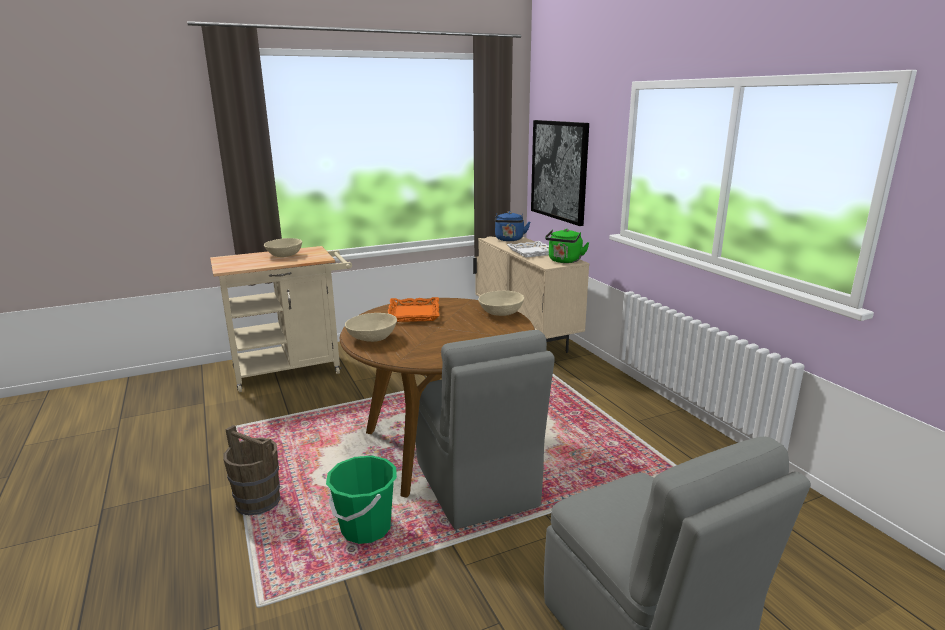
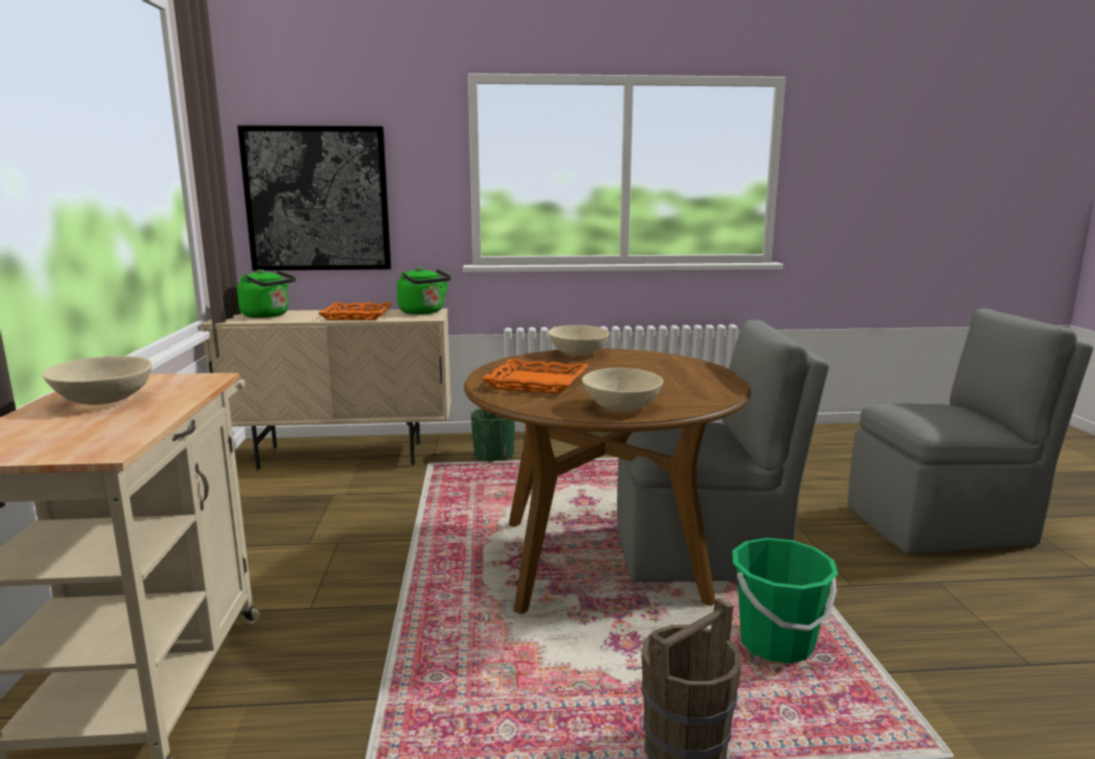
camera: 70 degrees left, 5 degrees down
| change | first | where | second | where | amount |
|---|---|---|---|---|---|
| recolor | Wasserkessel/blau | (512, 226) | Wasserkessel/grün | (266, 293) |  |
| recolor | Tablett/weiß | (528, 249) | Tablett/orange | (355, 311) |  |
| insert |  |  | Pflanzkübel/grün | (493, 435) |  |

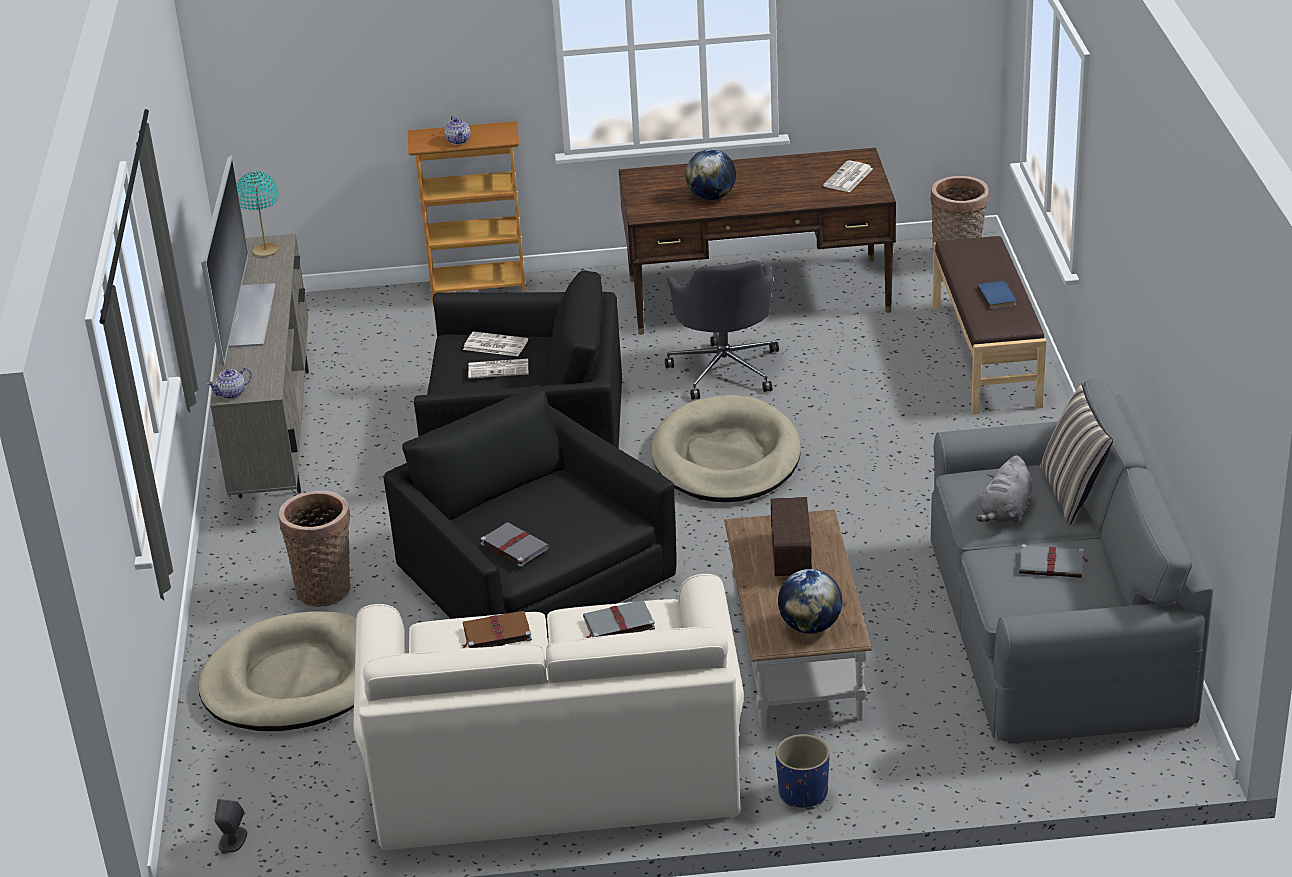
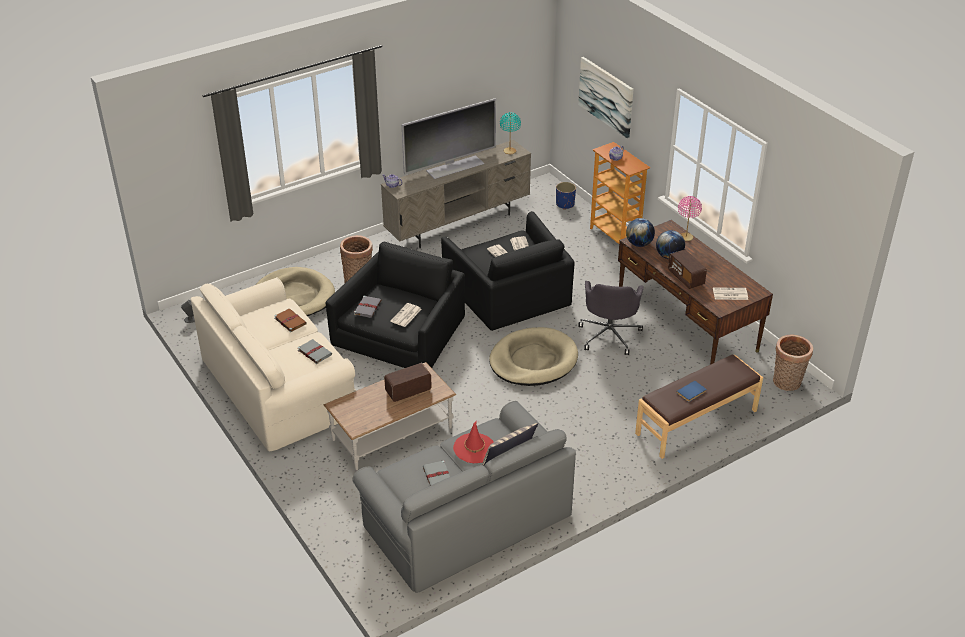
camera: 60 degrees right, 5 degrees up
| change | first | where | second | where | amount |
|---|---|---|---|---|---|
| rotate | Bürostuhl/grau | (722, 330) |  | (611, 318) | 45 degrees counterclockwise |
| move | Pflanzkübel/blau | (803, 771) |  | (566, 195) |  |
| move | Globus | (810, 601) |  | (640, 232) |  |
| replace | Plüschtier/grau | (1004, 488) | Hut/rot | (473, 441) |  |
| insert |  |  | Zeitung | (406, 315) |  |
| insert |  |  | Bild | (606, 97) |  |
| insert |  |  | Radio | (687, 269) |  |
| insert |  |  | Tischlampe/rosa | (690, 218) |  |

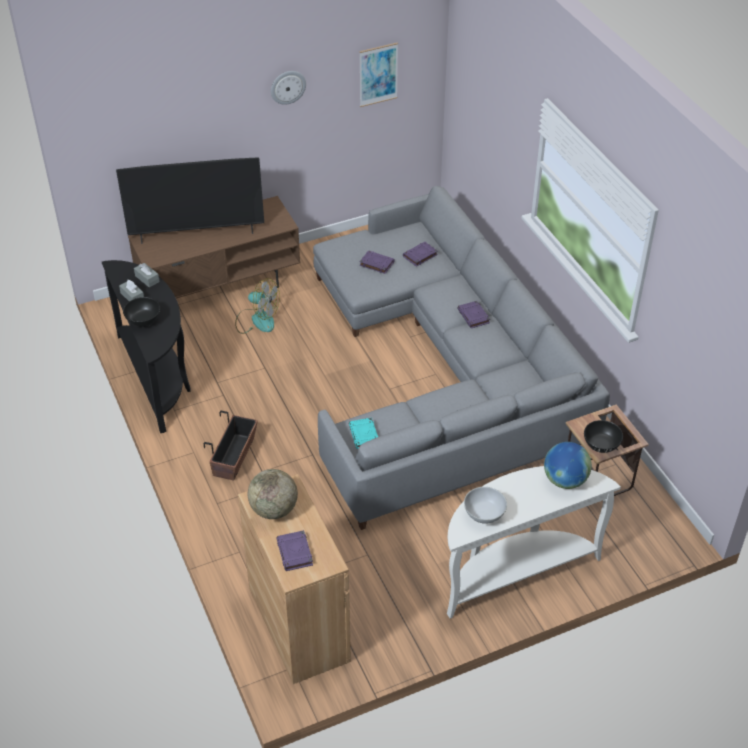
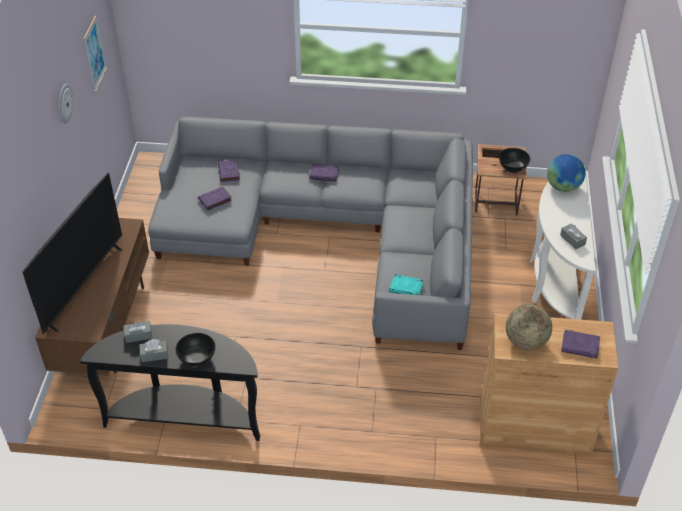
camera: 60 degrees left, 0 degrees up
| change | first | where | second | where | amount |
|---|---|---|---|---|---|
| delete | Pflanzkübel | (231, 445) |  |  |  |
| delete | Ventilator | (257, 306) |  |  |  |
| replace | Schüssel/weiß | (485, 505) | Taschentuchbox/grau | (573, 236) |  |

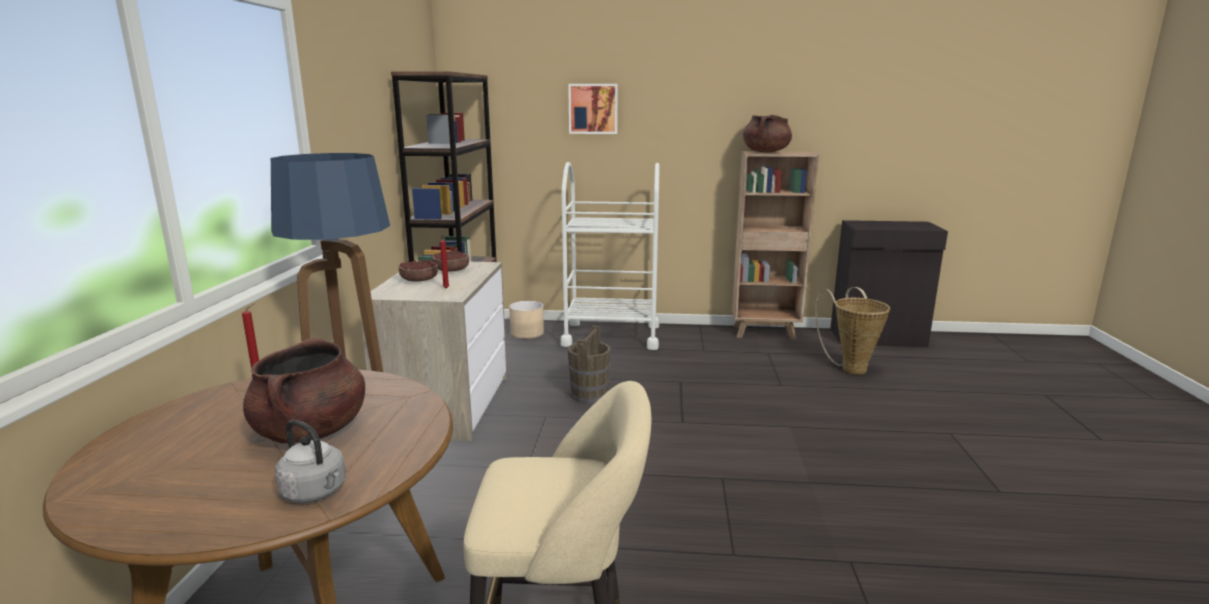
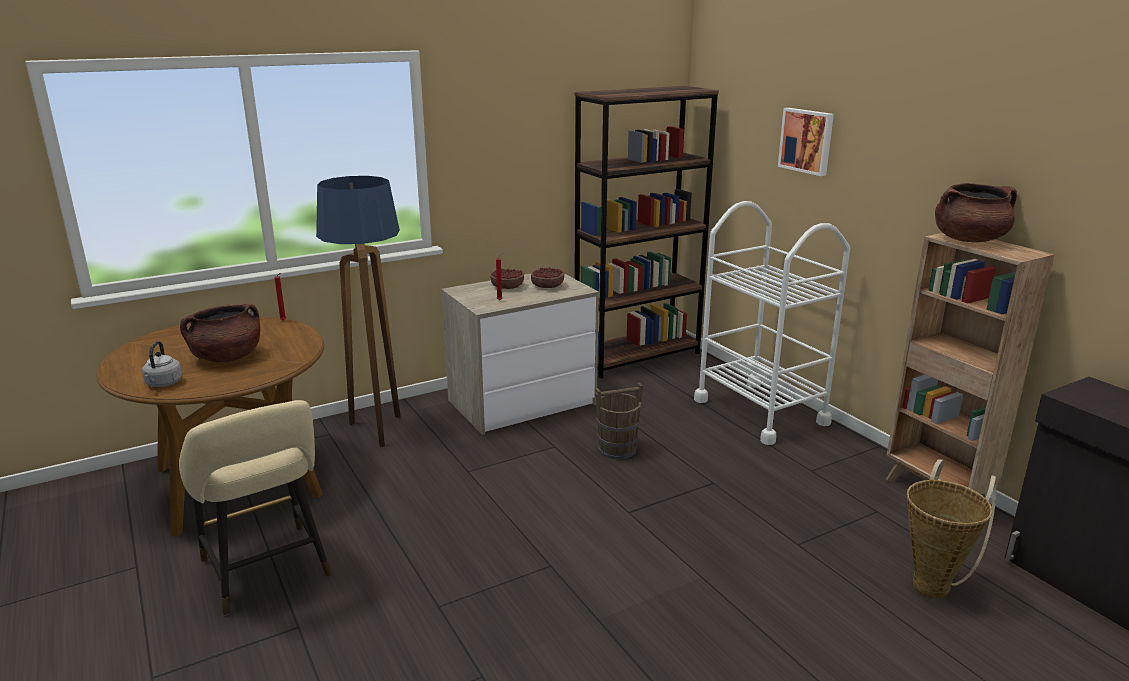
camera: 55 degrees right, 5 degrees up
| change | first | where | second | where | amount |
|---|---|---|---|---|---|
| delete | Pflanzkübel/beige | (526, 320) |  |  |  |

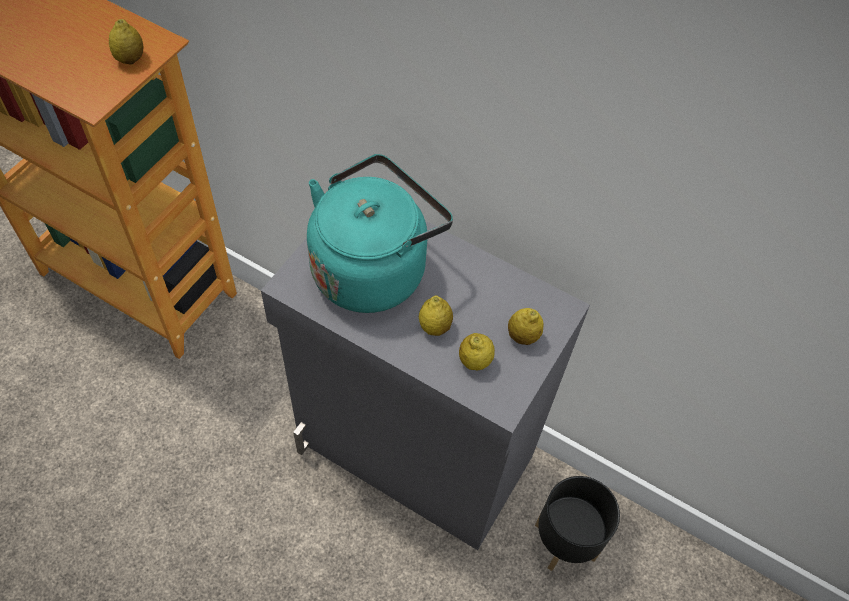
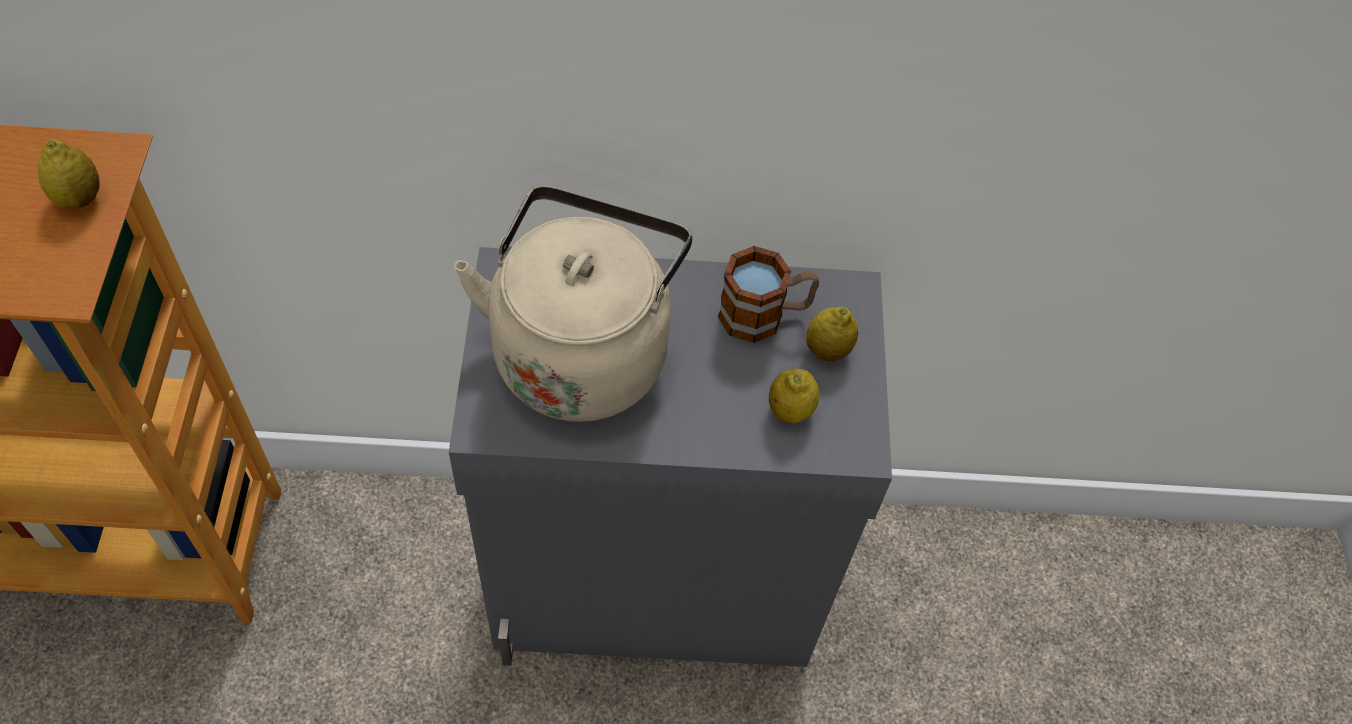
camera: 30 degrees left, 0 degrees up
| change | first | where | second | where | amount |
|---|---|---|---|---|---|
| recolor | Wasserkessel/türkis | (380, 233) | Wasserkessel/beige | (573, 304) |  |
| delete | Zitrone | (436, 316) |  |  |  |
| delete | Pflanzkübel/schwarz | (577, 523) |  |  |  |
| insert |  |  | Henkelbecher | (768, 294) |  |

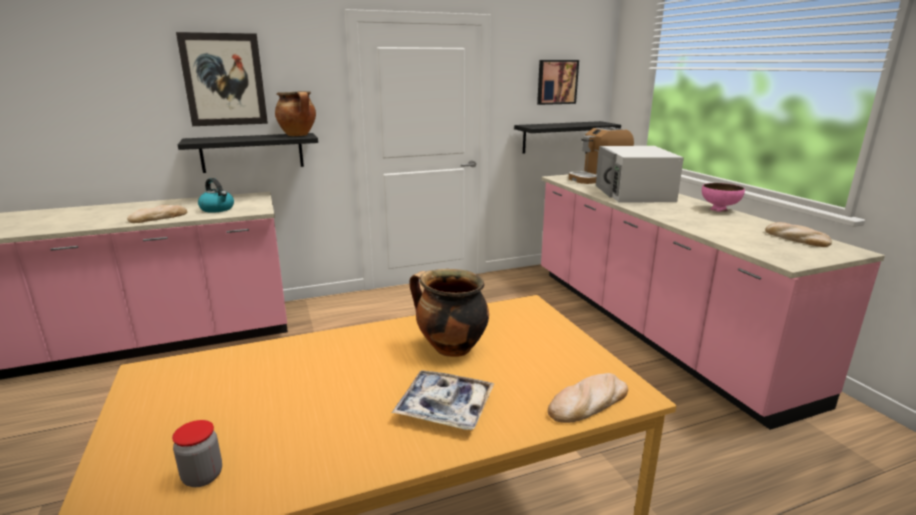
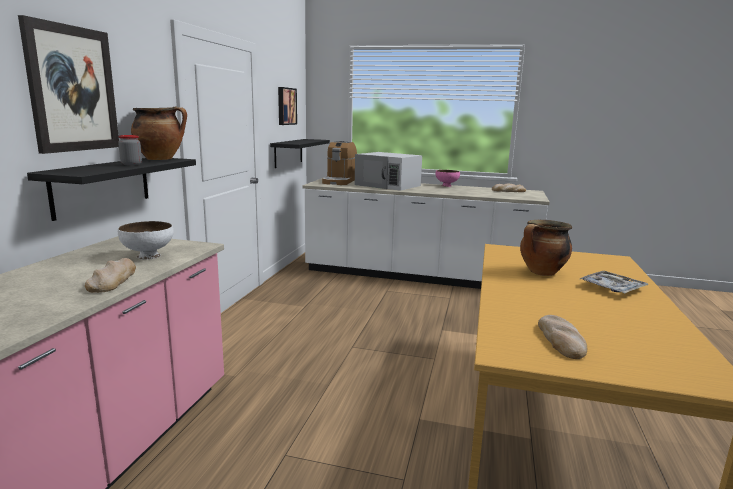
camera: 55 degrees left, 5 degrees down
| change | first | where | second | where | amount |
|---|---|---|---|---|---|
| move | Vorratsglas | (197, 453) |  | (130, 150) |  |
| replace | Wasserkessel | (216, 195) | Schüssel/weiß | (146, 240) |  |
| recolor | Küchenzeile/rosa | (713, 302) | Küchenzeile/weiß | (426, 233) |  |
| move | Brot | (588, 398) |  | (562, 337) |  |

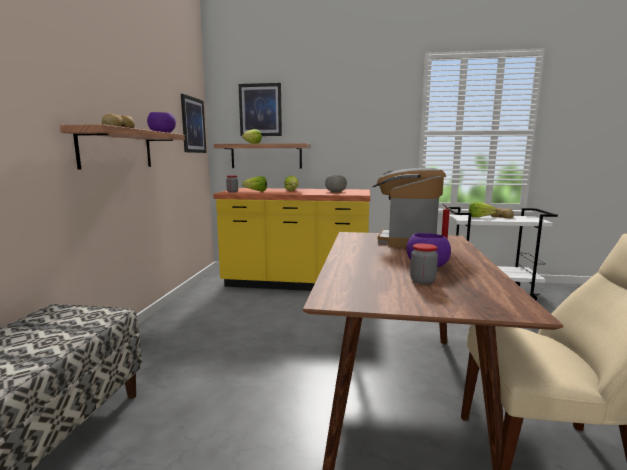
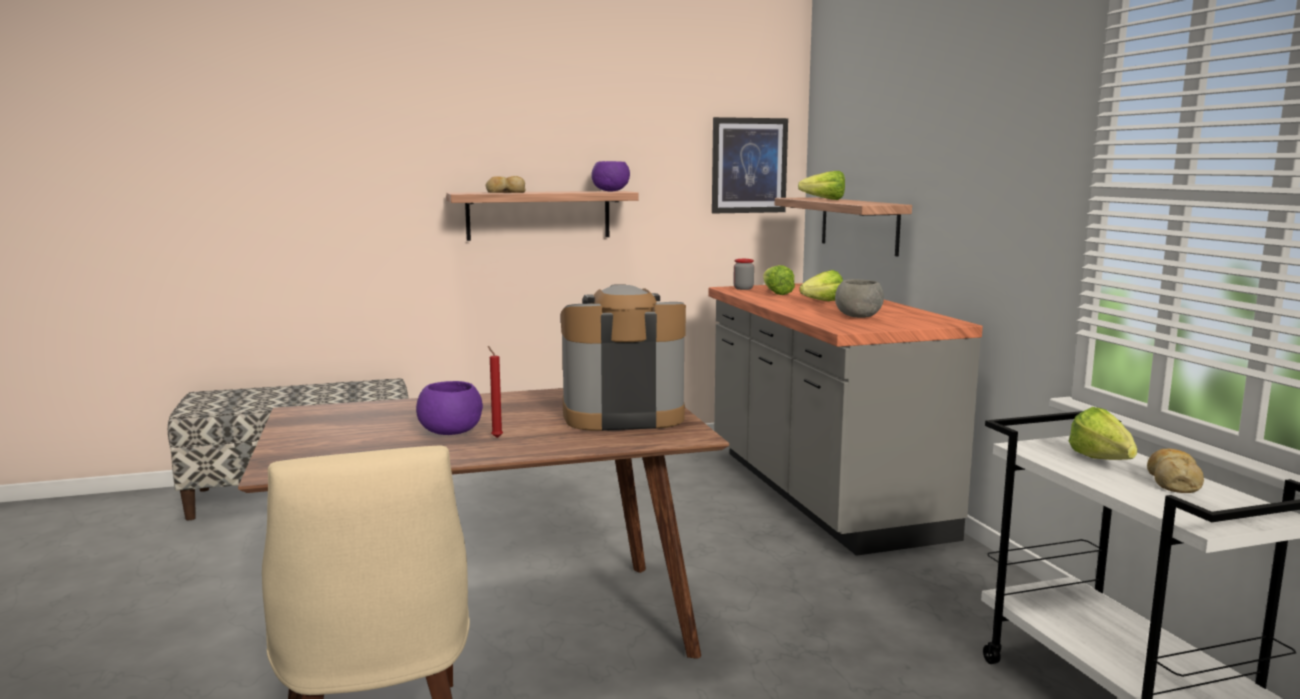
camera: 65 degrees right, 0 degrees up
| change | first | where | second | where | amount |
|---|---|---|---|---|---|
| recolor | Küchenzeile/gelb | (291, 239) | Küchenzeile/grau | (846, 419) |  |
| delete | Bild | (260, 109) |  |  |  |
| delete | Vorratsglas | (424, 263) |  |  |  |

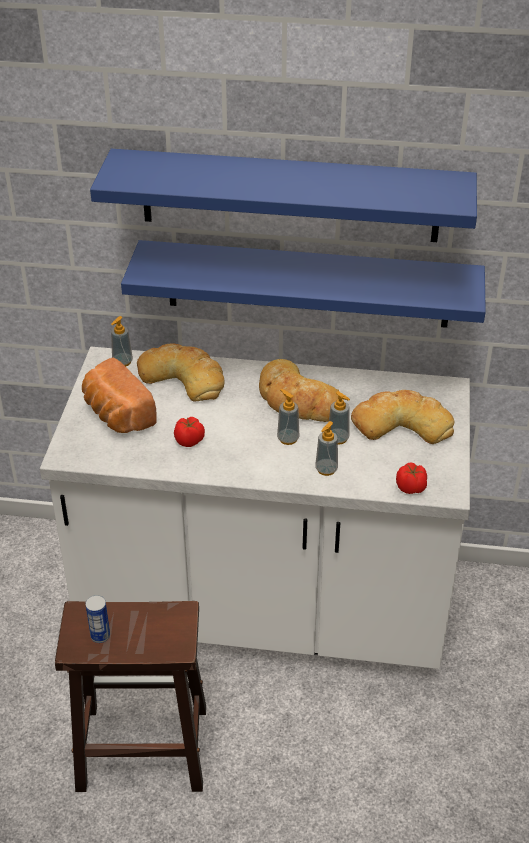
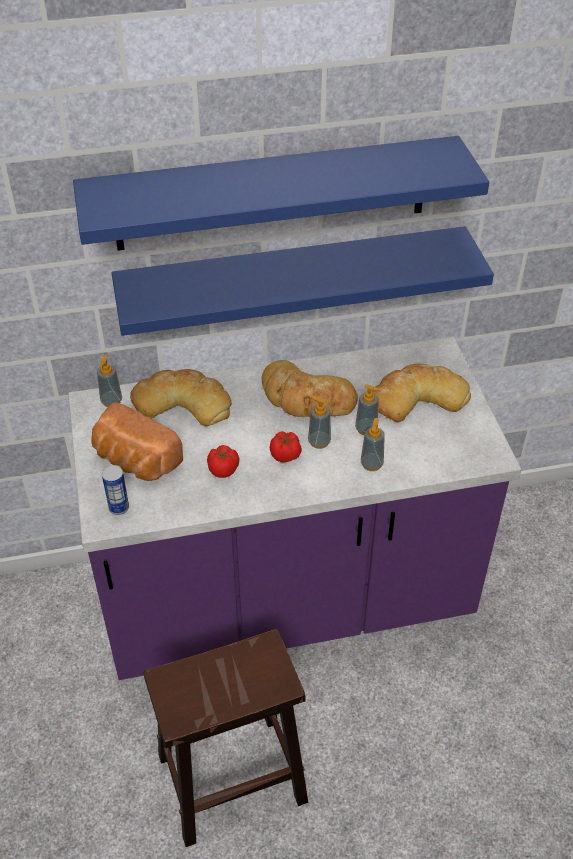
camera: 20 degrees left, 5 degrees up
| change | first | where | second | where | amount |
|---|---|---|---|---|---|
| recolor | Küchenzeile/weiß | (255, 508) | Küchenzeile/lila | (294, 508) |  |
| move | Dose | (97, 619) |  | (115, 490) |  |
| move | Tomate | (411, 478) |  | (286, 446) |  |

